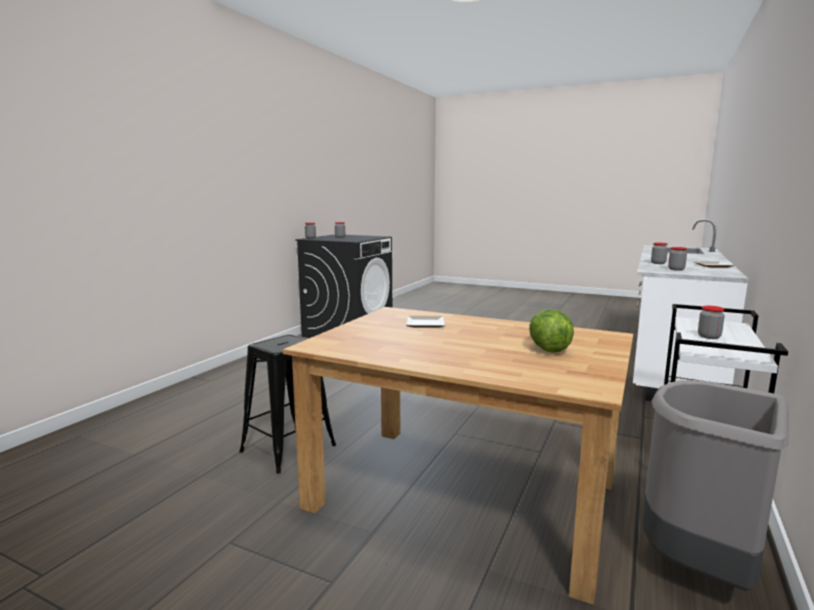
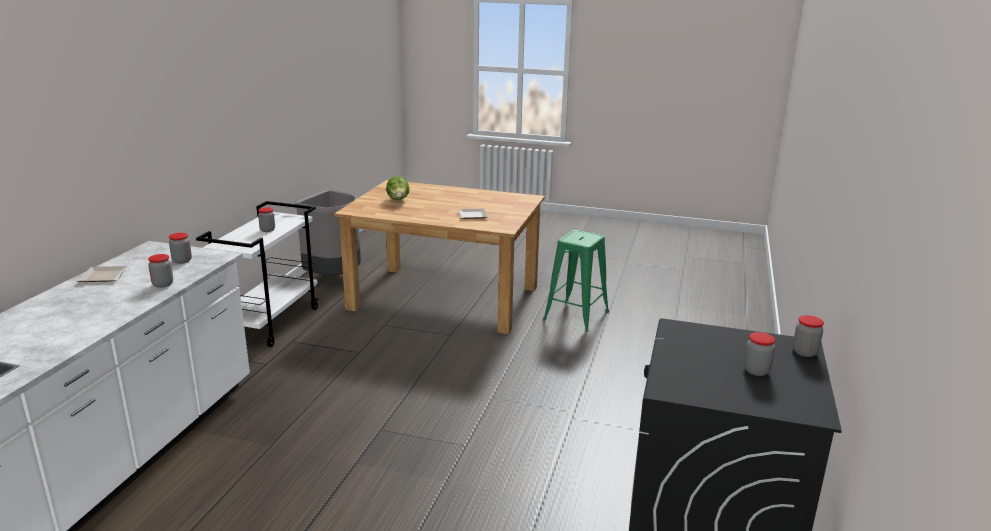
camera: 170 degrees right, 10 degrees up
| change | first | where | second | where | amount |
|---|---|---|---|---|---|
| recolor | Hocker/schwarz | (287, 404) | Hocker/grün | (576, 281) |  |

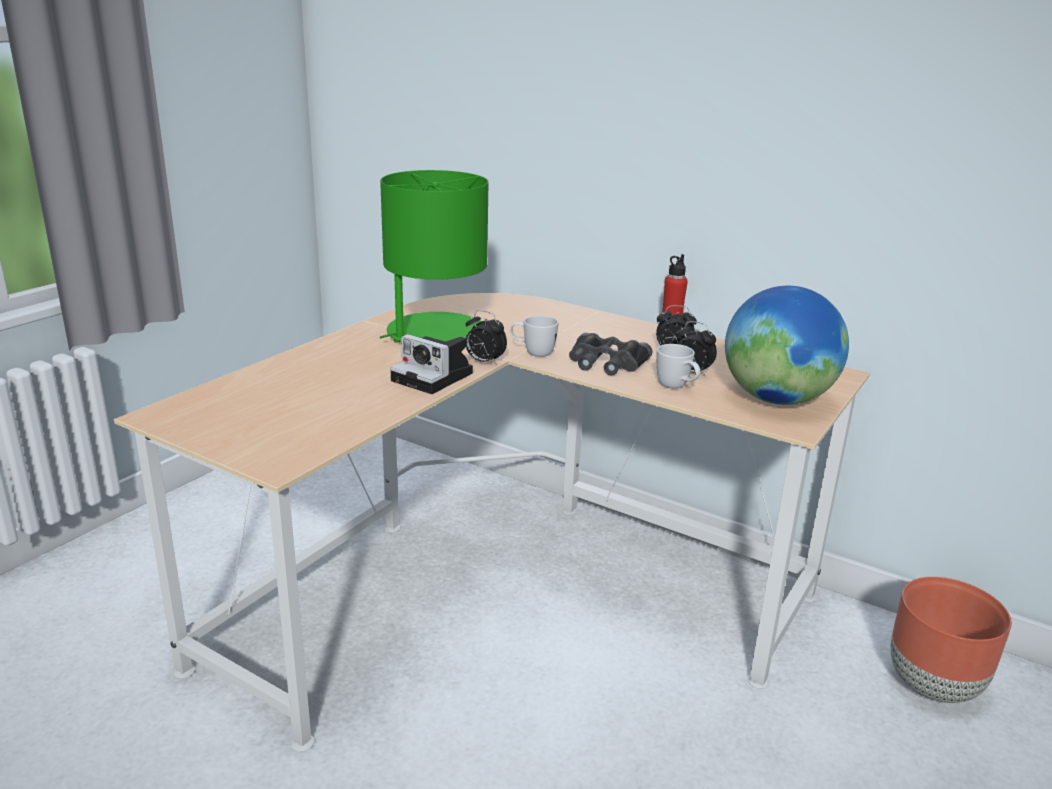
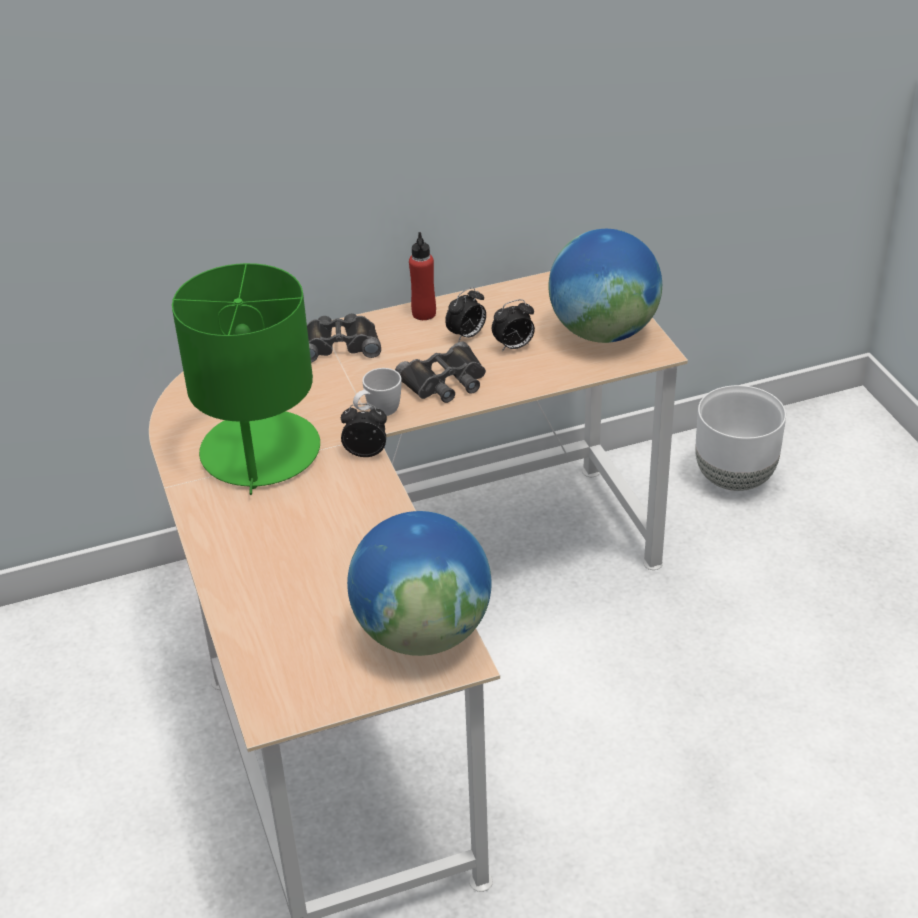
camera: 50 degrees left, 15 degrees up
| change | first | where | second | where | amount |
|---|---|---|---|---|---|
| delete | Kamera | (431, 364) |  |  |  |
| rotate | Wecker | (486, 338) |  | (364, 430) | 150 degrees counterclockwise |
| delete | Henkelbecher/weiß | (678, 366) |  |  |  |
| recolor | Pflanzkübel/braun | (951, 640) | Pflanzkübel/weiß | (740, 438) |  |
| insert |  |  | Fernglas/schwarz | (344, 338) |  |
| insert |  |  | Globus | (419, 583) |  |

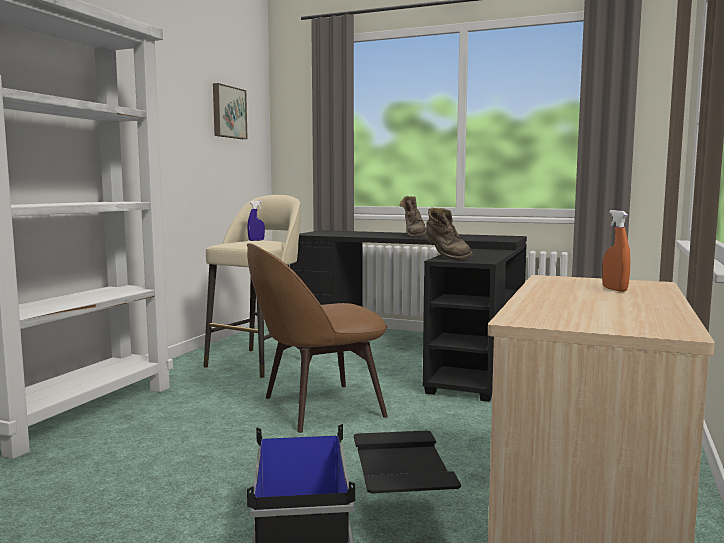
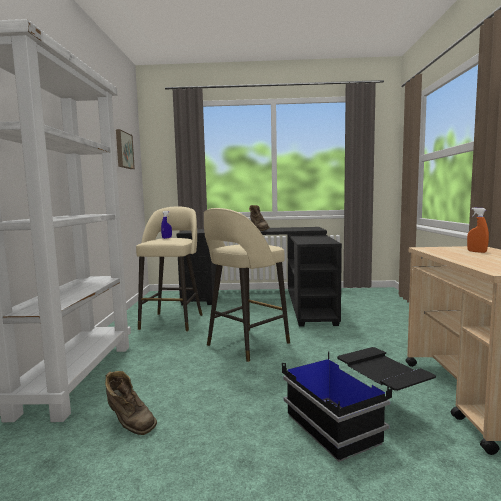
camera: 20 degrees left, 0 degrees up
| change | first | where | second | where | amount |
|---|---|---|---|---|---|
| replace | Stuhl/braun | (317, 338) | Hocker/beige | (247, 285) |  |
| move | Stiefel/braun | (449, 233) |  | (131, 403) |  |

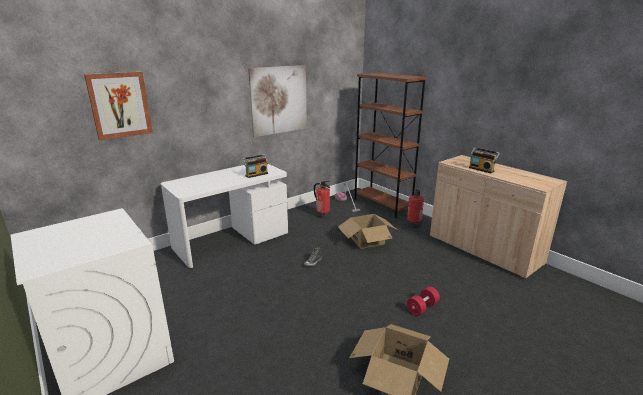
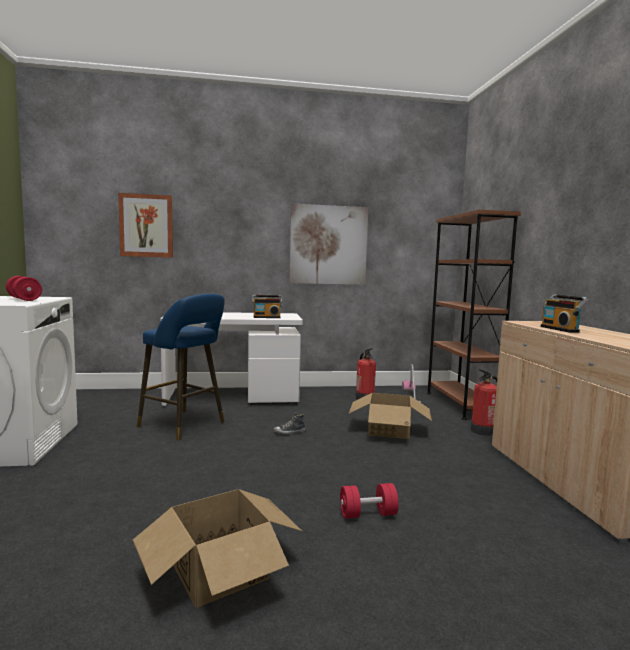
camera: 30 degrees right, 15 degrees down
| change | first | where | second | where | amount |
|---|---|---|---|---|---|
| insert |  |  | Hantel/rot | (24, 288) |  |
| insert |  |  | Hocker/blau | (181, 366) |  |

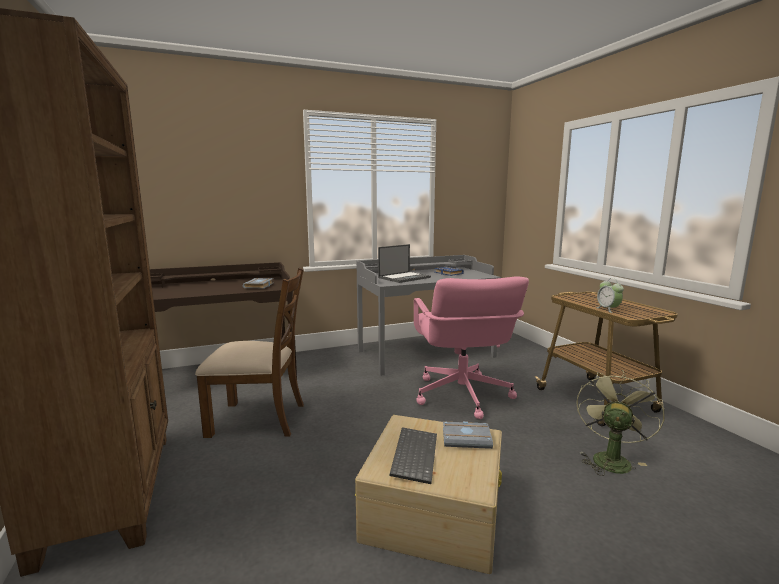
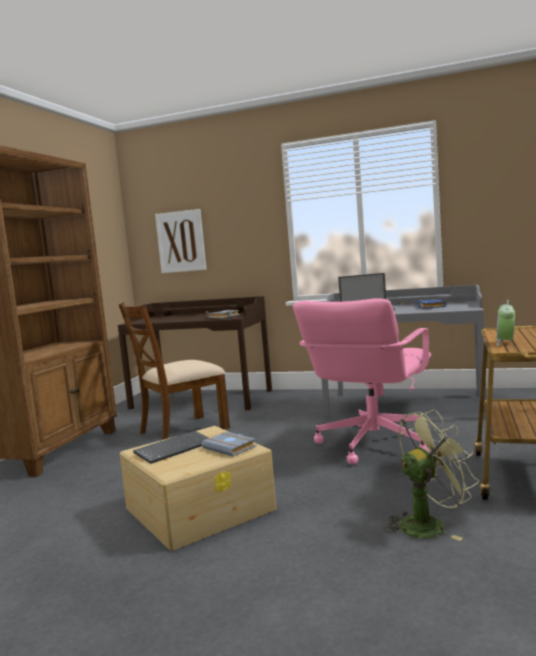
camera: 40 degrees right, 5 degrees down
| change | first | where | second | where | amount |
|---|---|---|---|---|---|
| rotate | Stuhl/braun | (249, 353) |  | (174, 371) | 105 degrees clockwise |
| insert |  |  | Bild | (180, 241) |  |

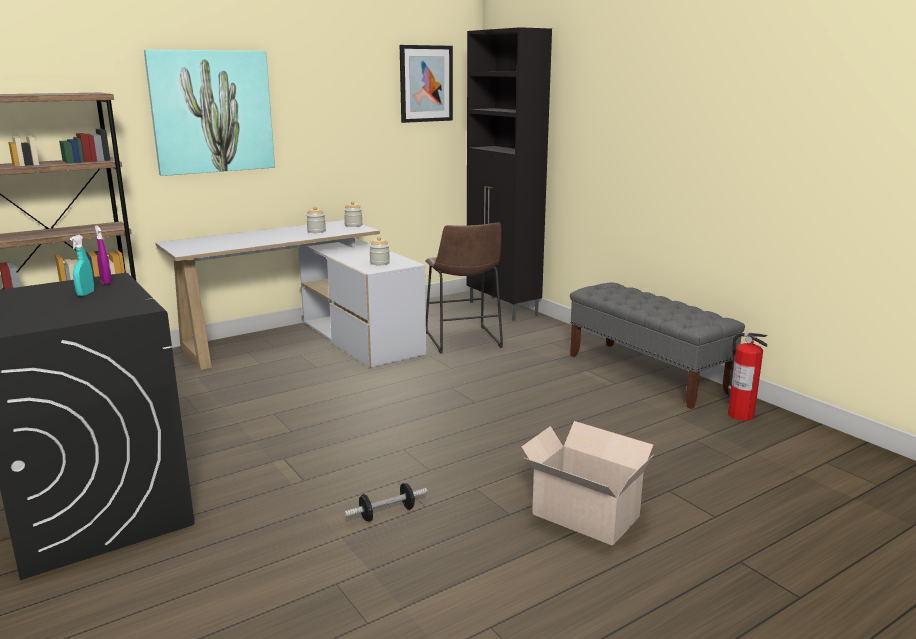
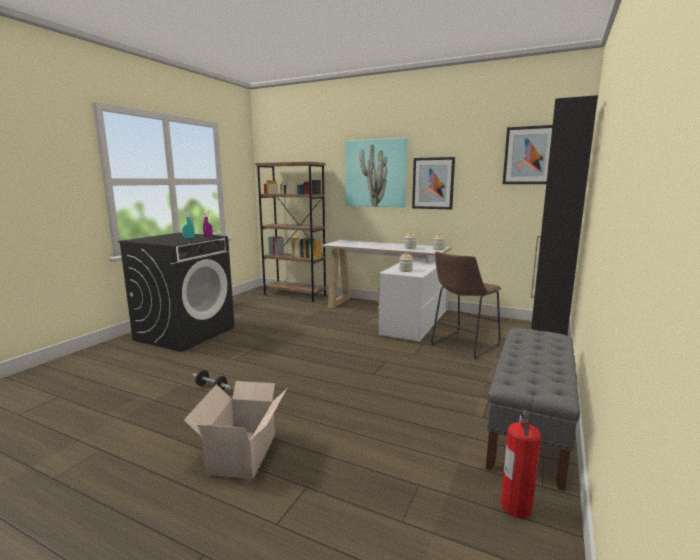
camera: 60 degrees right, 5 degrees down
| change | first | where | second | where | amount |
|---|---|---|---|---|---|
| insert |  |  | Bild | (433, 183) |  |

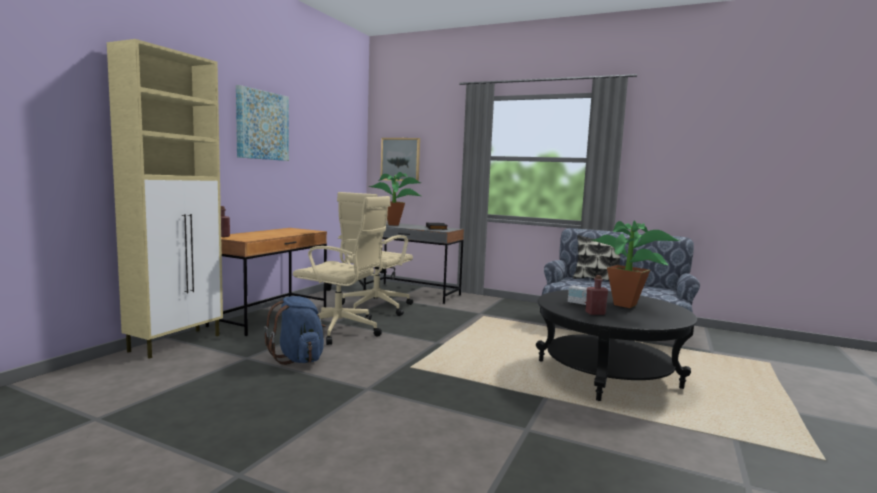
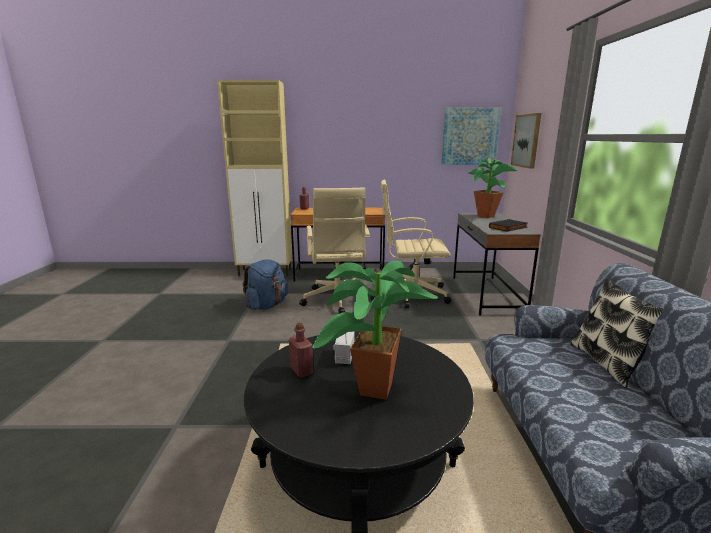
camera: 65 degrees right, 10 degrees up
| change | first | where | second | where | amount |
|---|---|---|---|---|---|
| move | Bild | (262, 123) |  | (471, 136) |  |

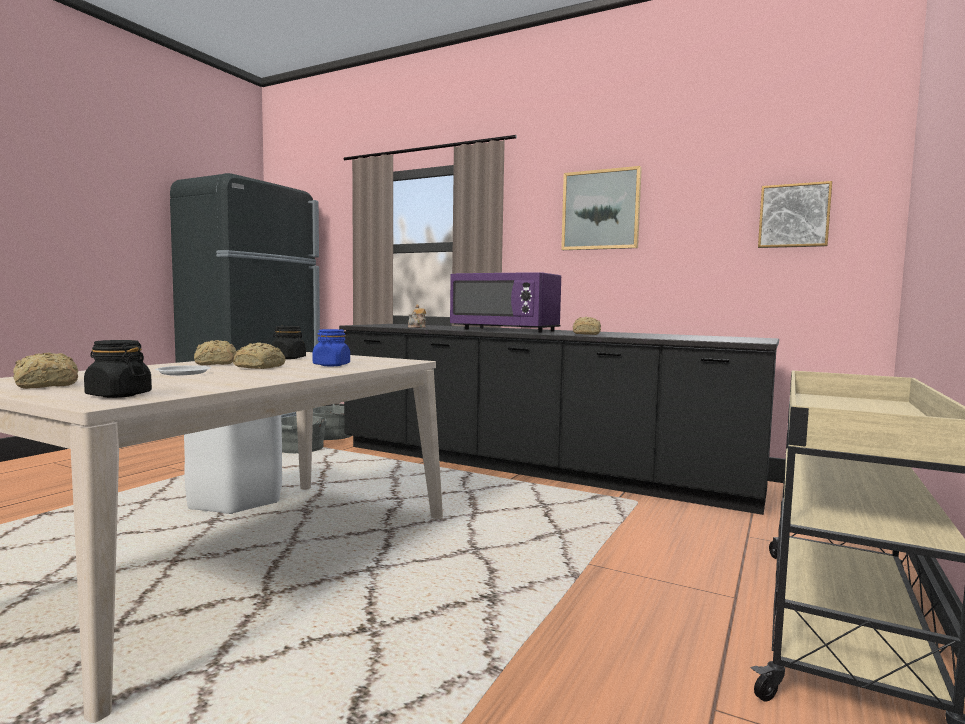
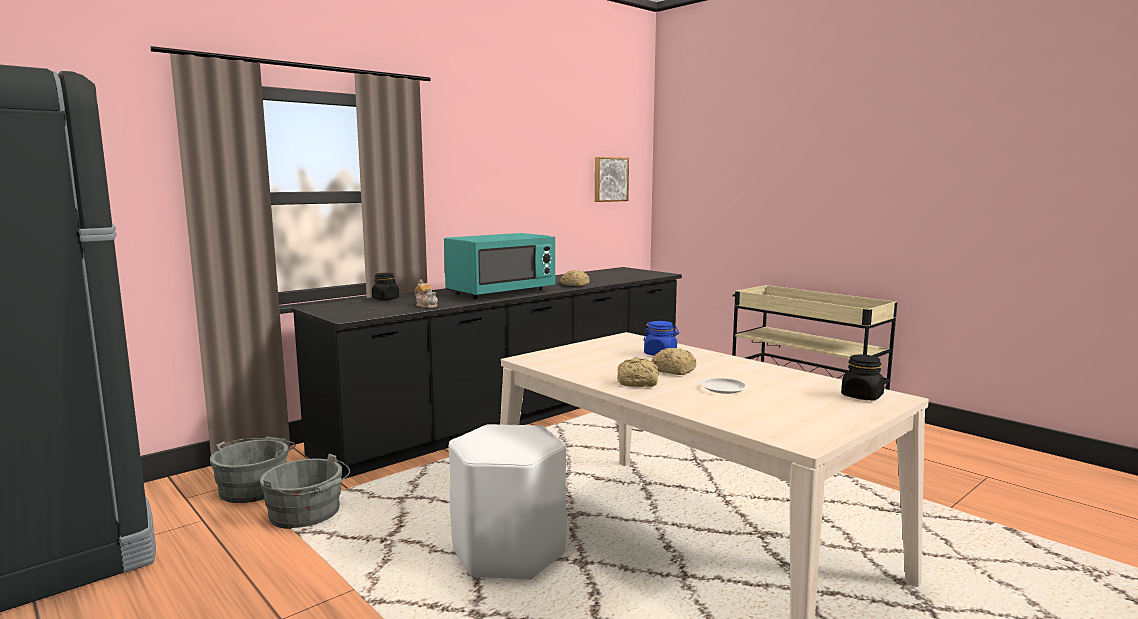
camera: 70 degrees left, 5 degrees up
| change | first | where | second | where | amount |
|---|---|---|---|---|---|
| delete | Brot | (45, 370) |  |  |  |
| move | Vorratsglas/schwarz | (288, 342) |  | (385, 286) |  |
| recolor | Mikrowelle/lila | (505, 302) | Mikrowelle/türkis | (499, 265) |  |
| delete | Bild | (601, 208) |  |  |  |

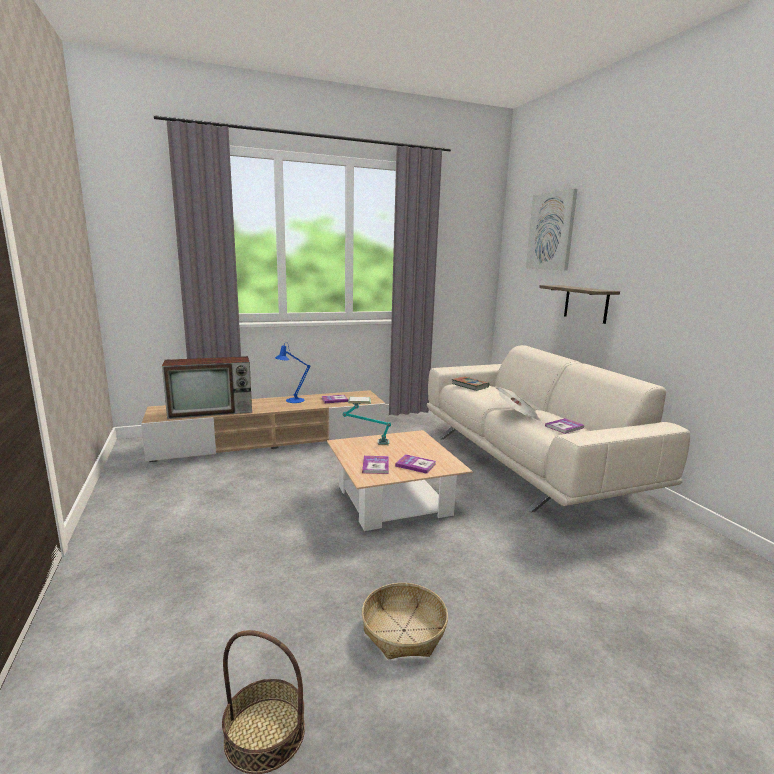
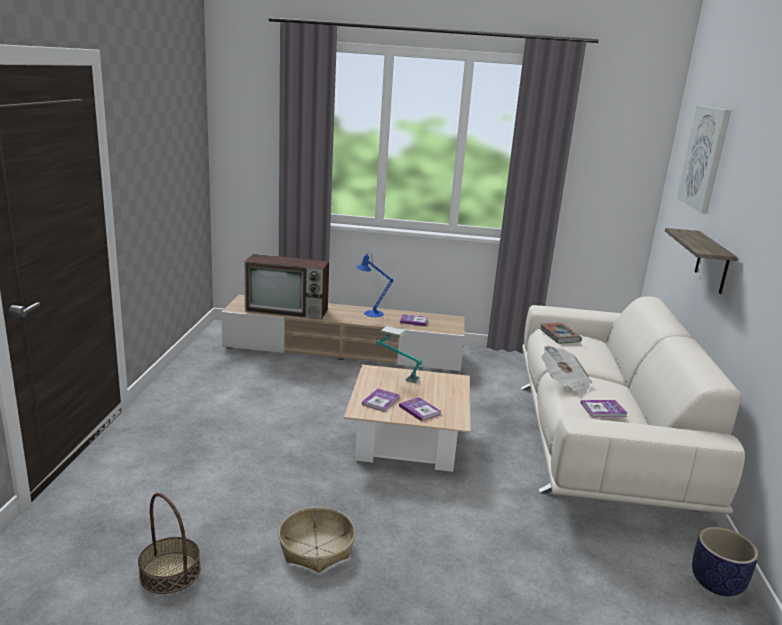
camera: 25 degrees right, 5 degrees up
| change | first | where | second | where | amount |
|---|---|---|---|---|---|
| insert |  |  | Pflanzkübel | (725, 561) |  |

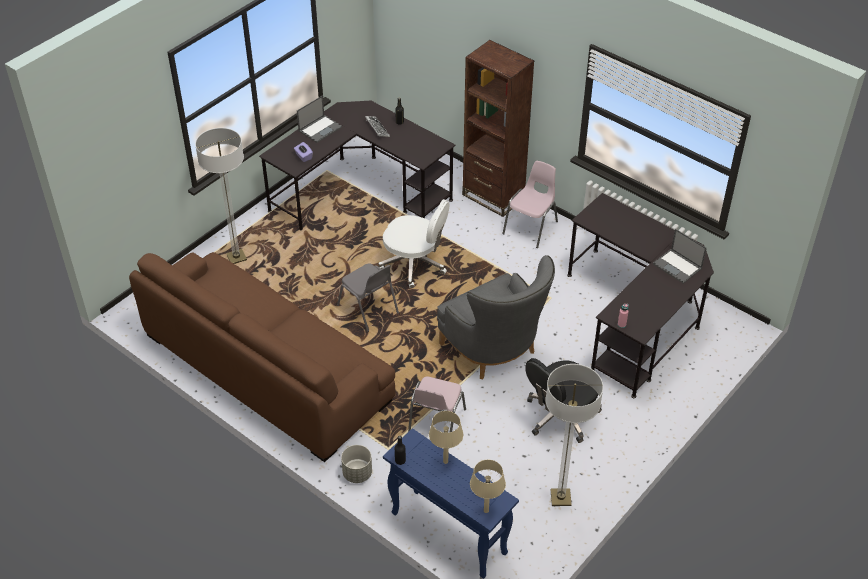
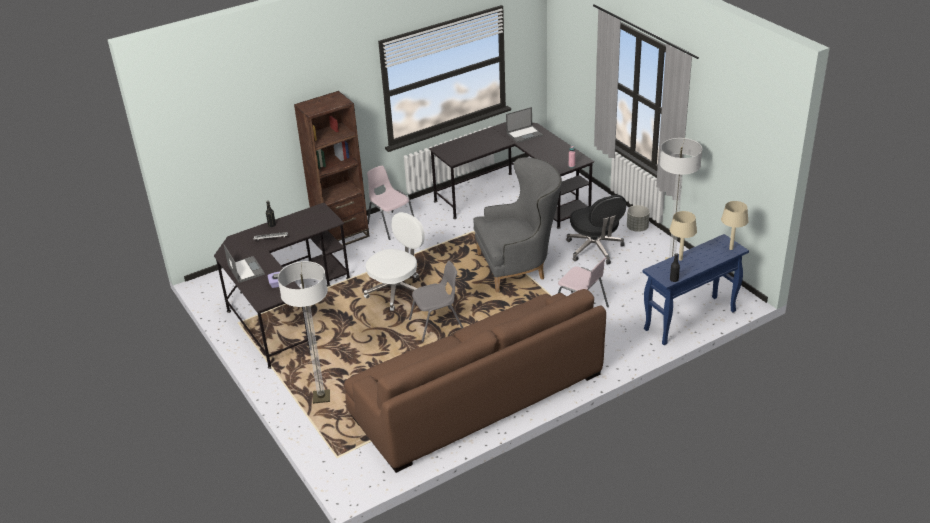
camera: 70 degrees left, 10 degrees down
| change | first | where | second | where | amount |
|---|---|---|---|---|---|
| move | Pflanzkübel/grau | (356, 464) |  | (638, 218) |  |

